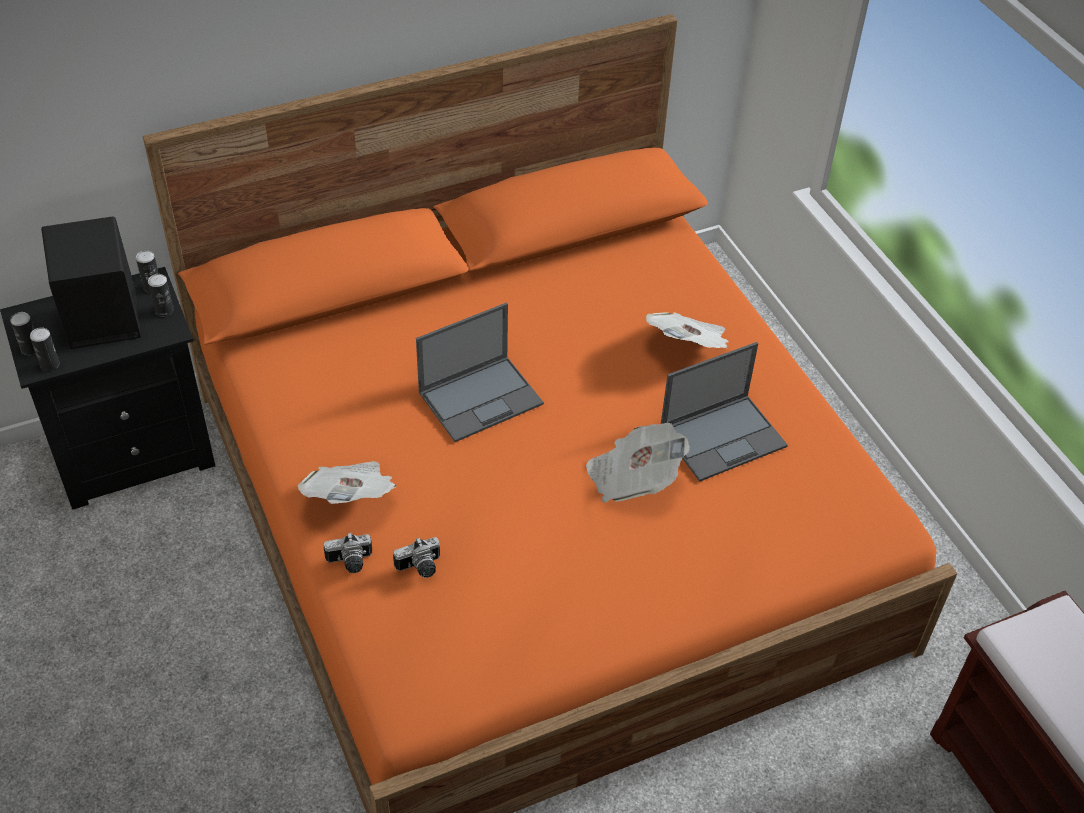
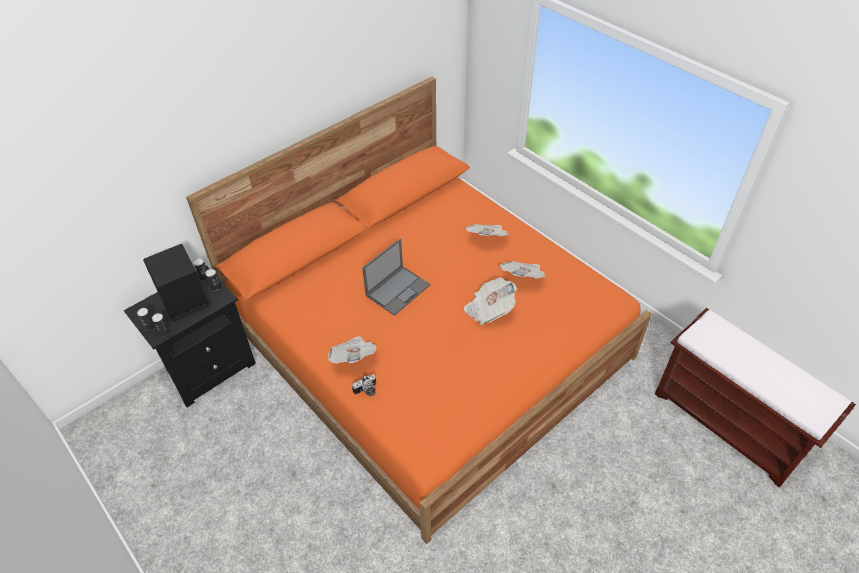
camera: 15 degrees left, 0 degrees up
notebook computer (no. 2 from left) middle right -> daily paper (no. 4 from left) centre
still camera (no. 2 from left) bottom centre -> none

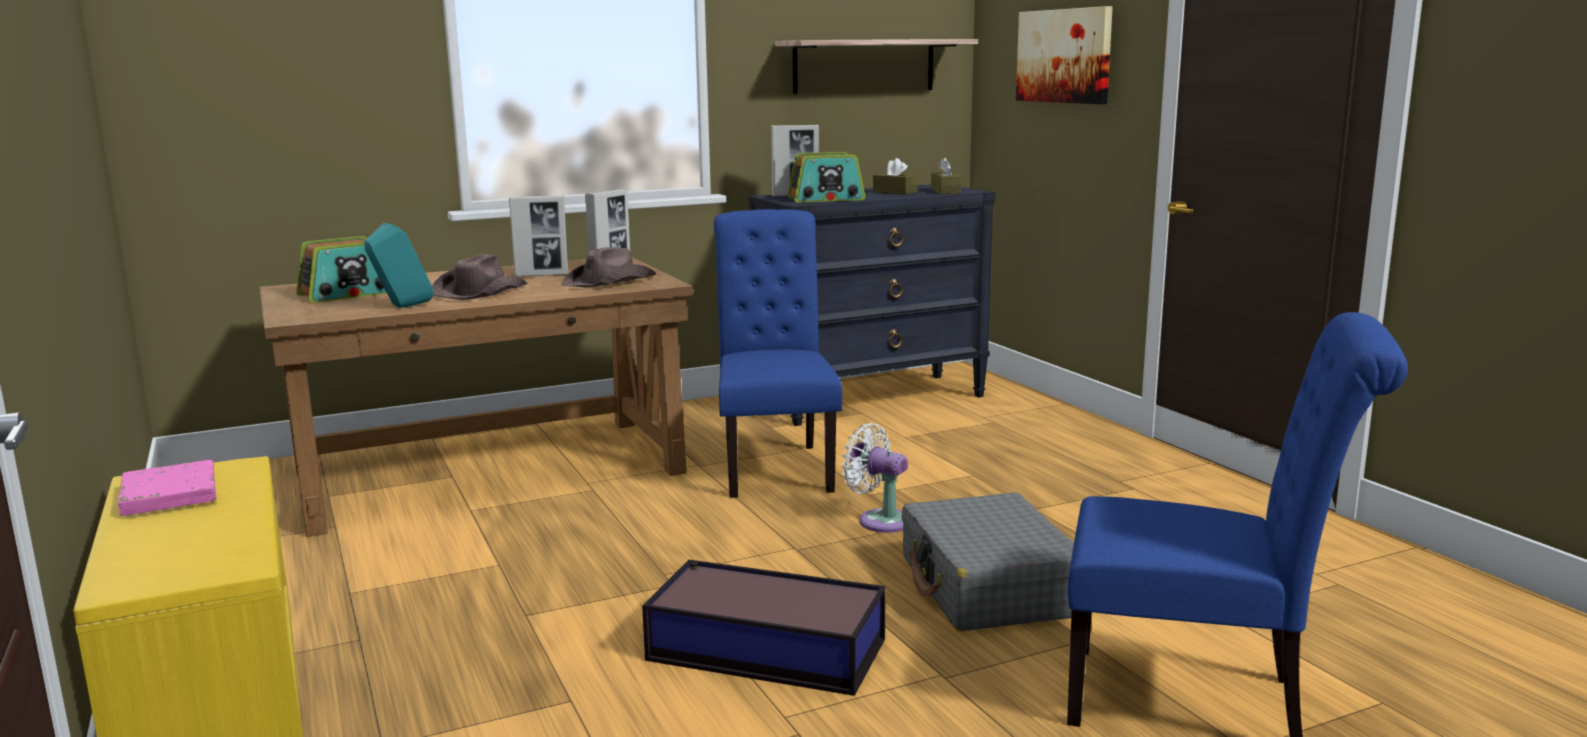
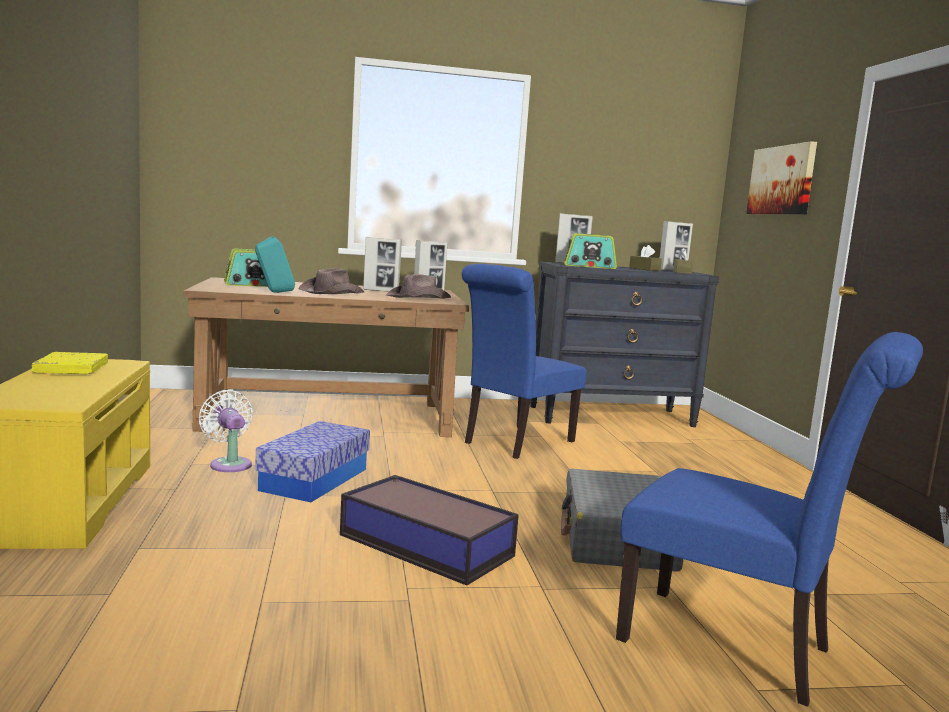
camera: 15 degrees right, 5 degrees down
pink book middle left -> yellow book middle left
white-coloured electric fan centre -> white-coloured electric fan middle left, relocated
none -> storage bin (no. 1 from left) middle left
bluish chair (no. 1 from left) centre, 150 degrees counterclockwise
none -> picture frame (no. 4 from left) middle right
wall shelf top centre -> none

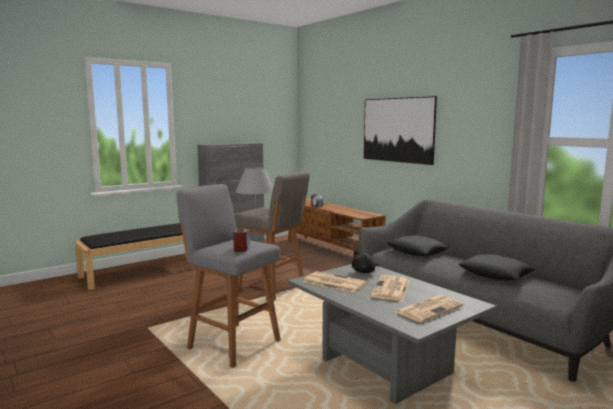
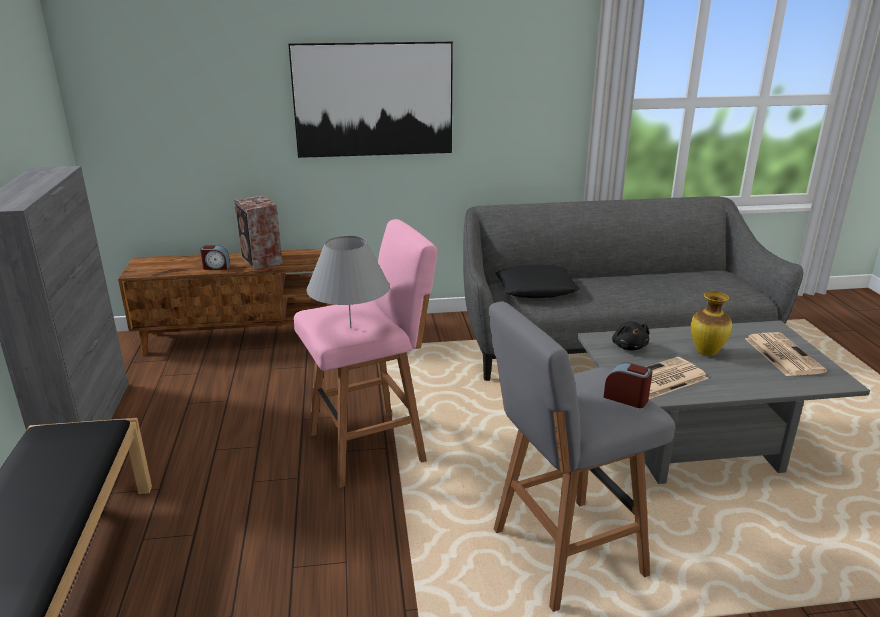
camera: 60 degrees left, 15 degrees up
none -> speaker middle left
gray sitting stool (no. 2 from left) centre -> pink sitting stool centre
daily paper (no. 2 from left) bottom centre -> flower vase middle right
blackish cushion (no. 2 from left) middle right -> none

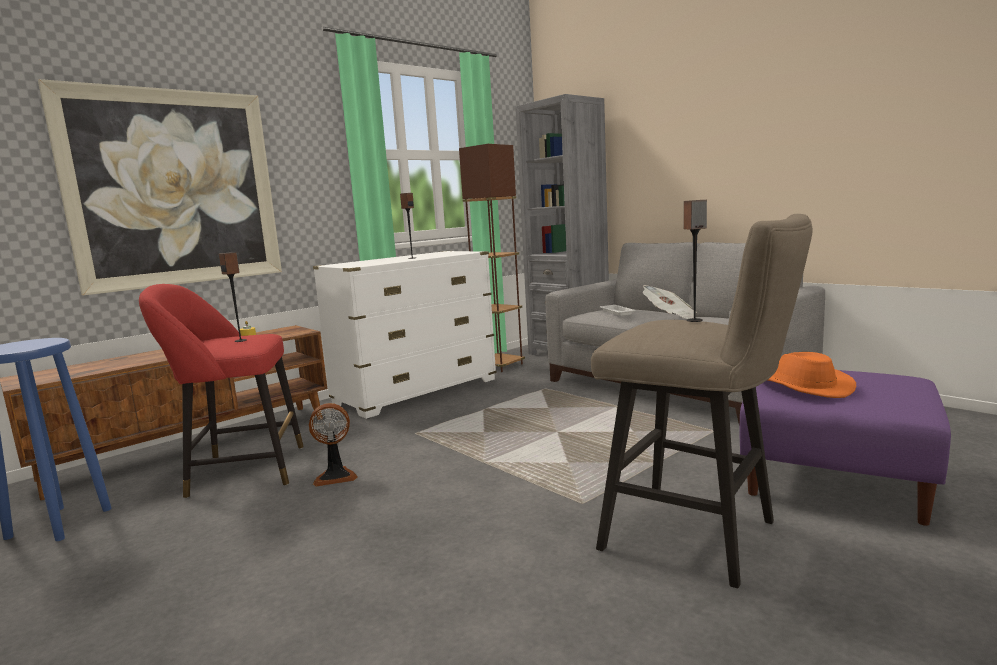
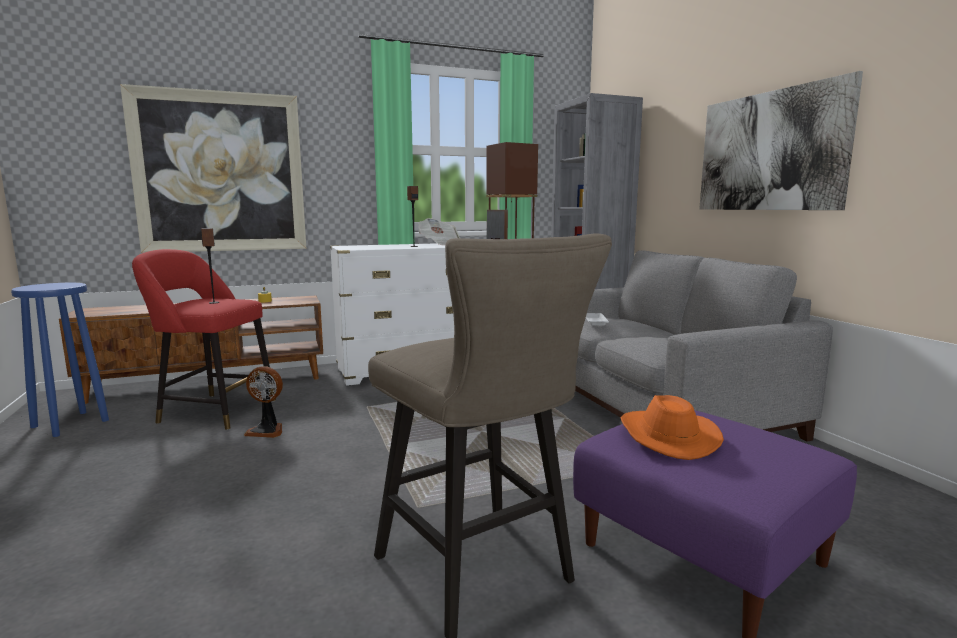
camera: 20 degrees right, 0 degrees up
daily paper middle right -> daily paper centre, relocated
none -> wall picture (no. 2 from left) top right

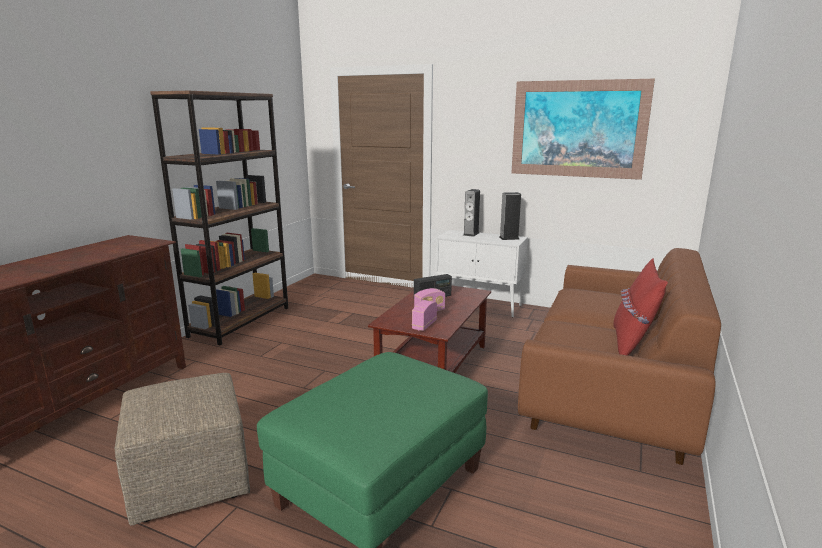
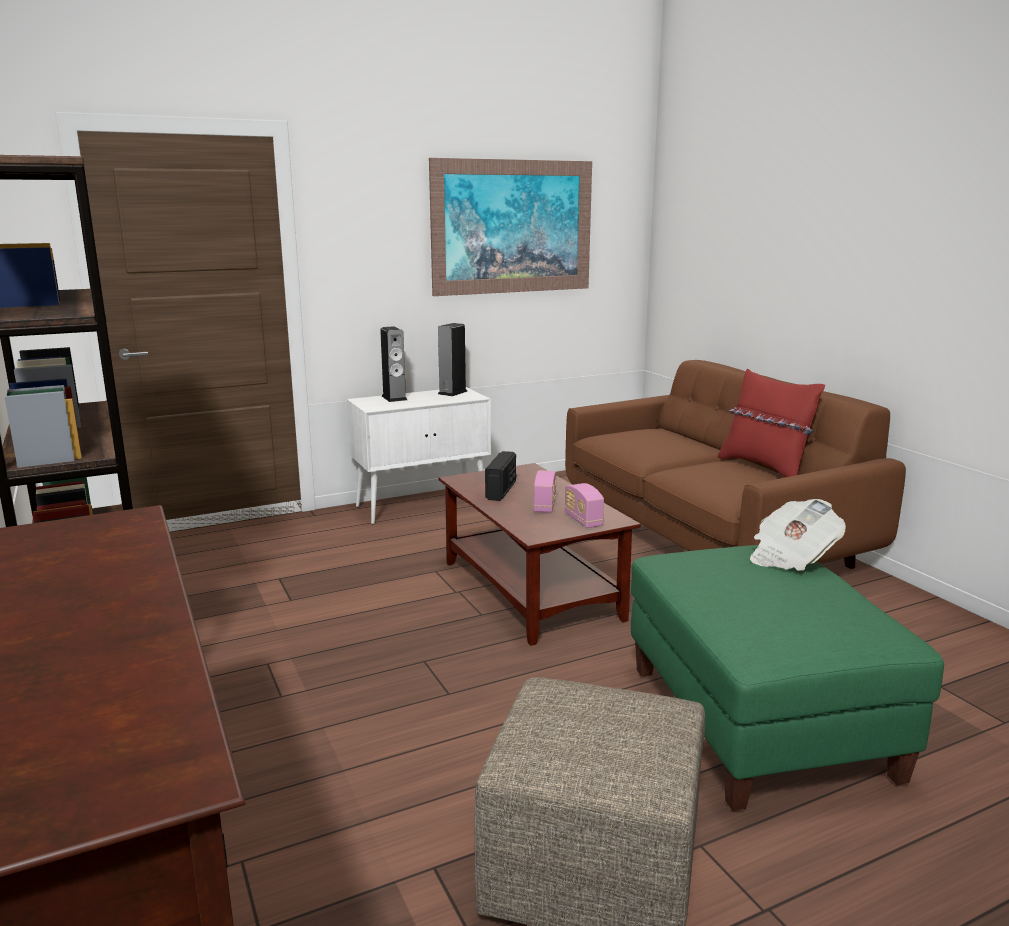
camera: 50 degrees left, 0 degrees up
none -> daily paper middle right

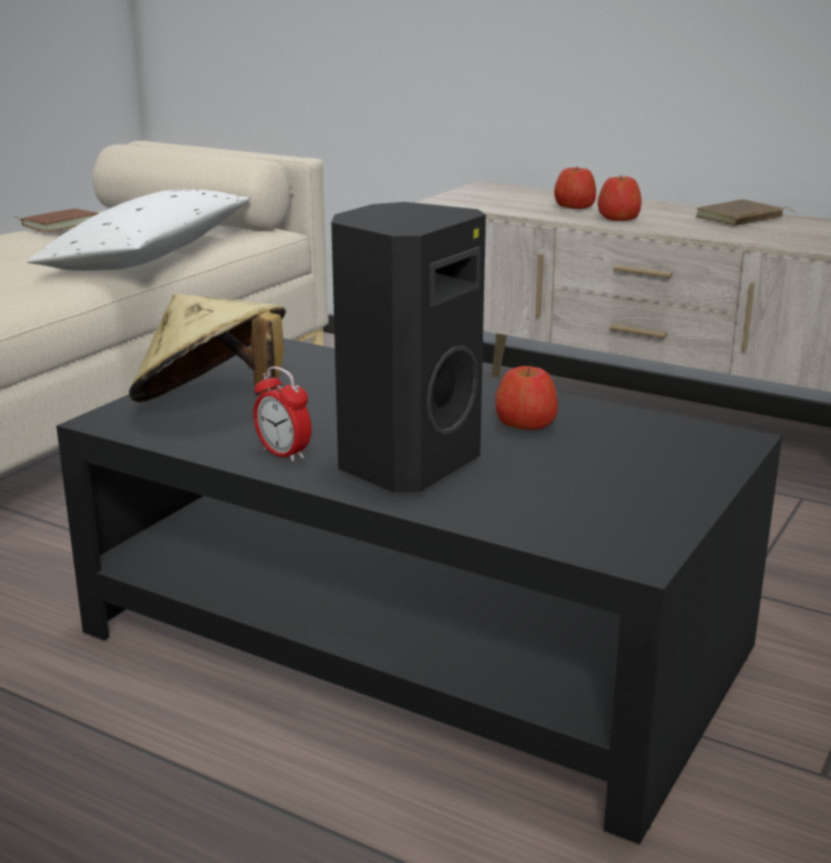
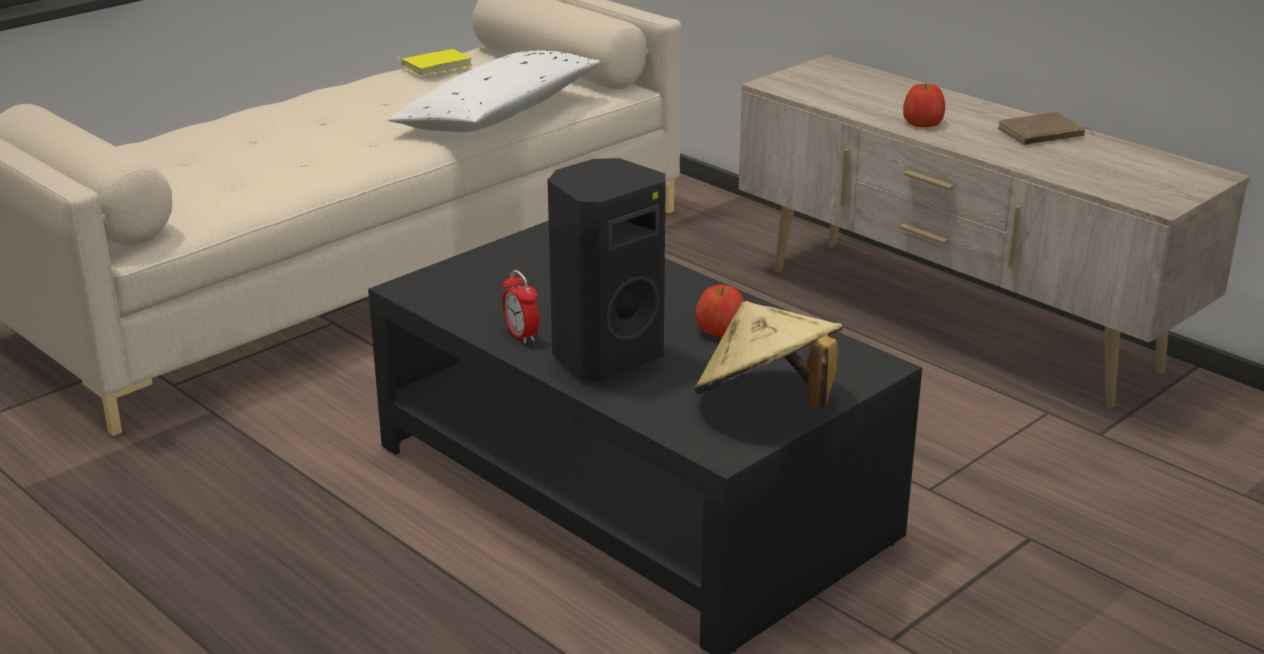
camera: 15 degrees right, 5 degrees up
brownish book (no. 1 from left) top left -> yellow book top centre
beige clothing hat middle left -> beige clothing hat centre, relocated
apple fruit (no. 2 from left) top right -> none

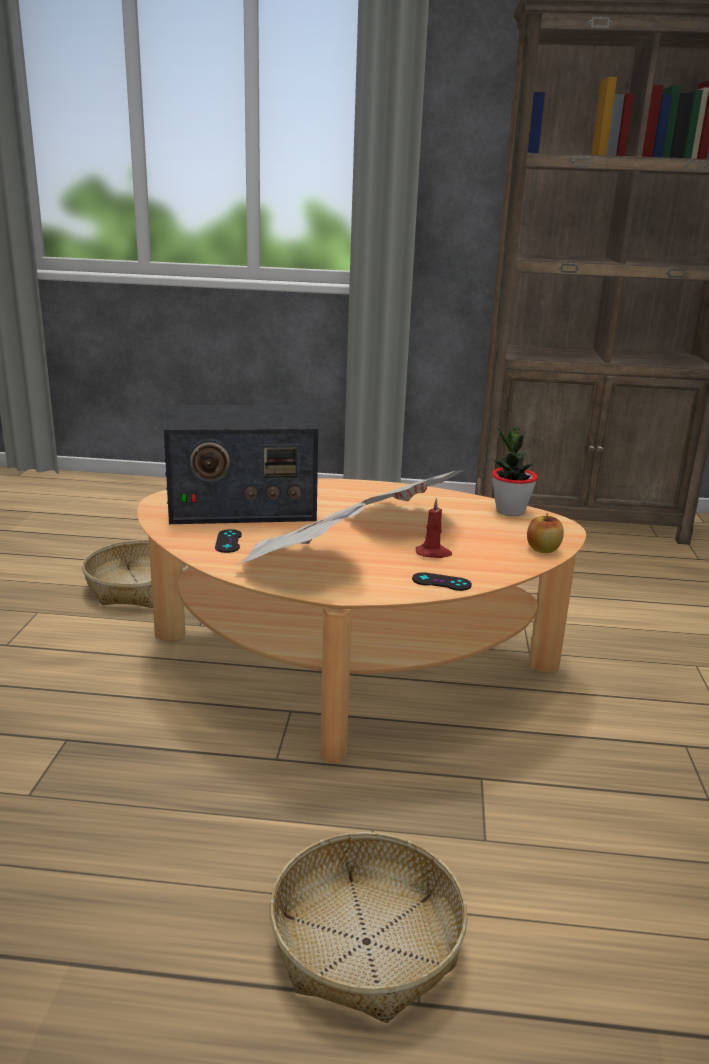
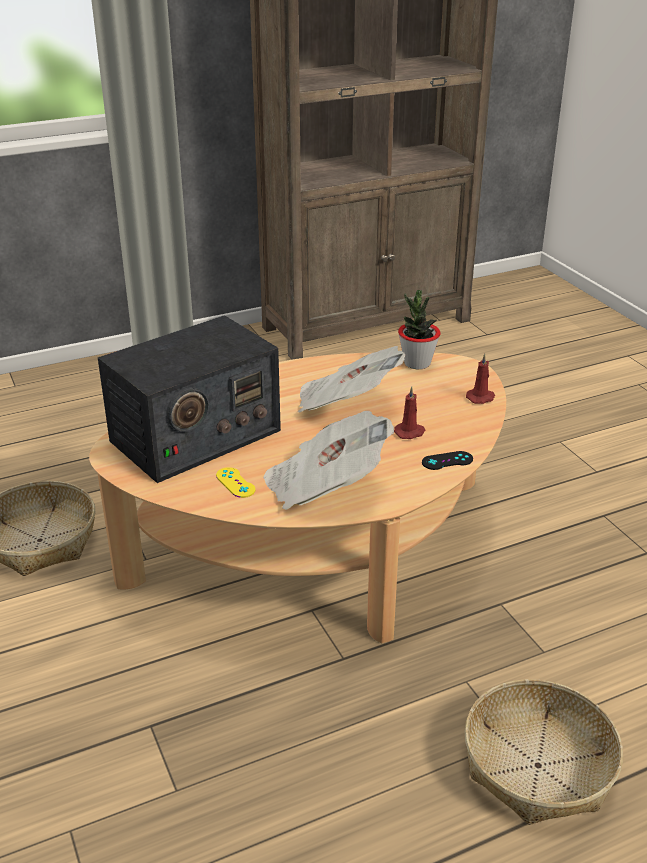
camera: 30 degrees left, 10 degrees up
blackish joypad (no. 1 from left) middle left -> yellow joypad centre
apple fruit middle right -> red wax candle (no. 2 from left) middle right

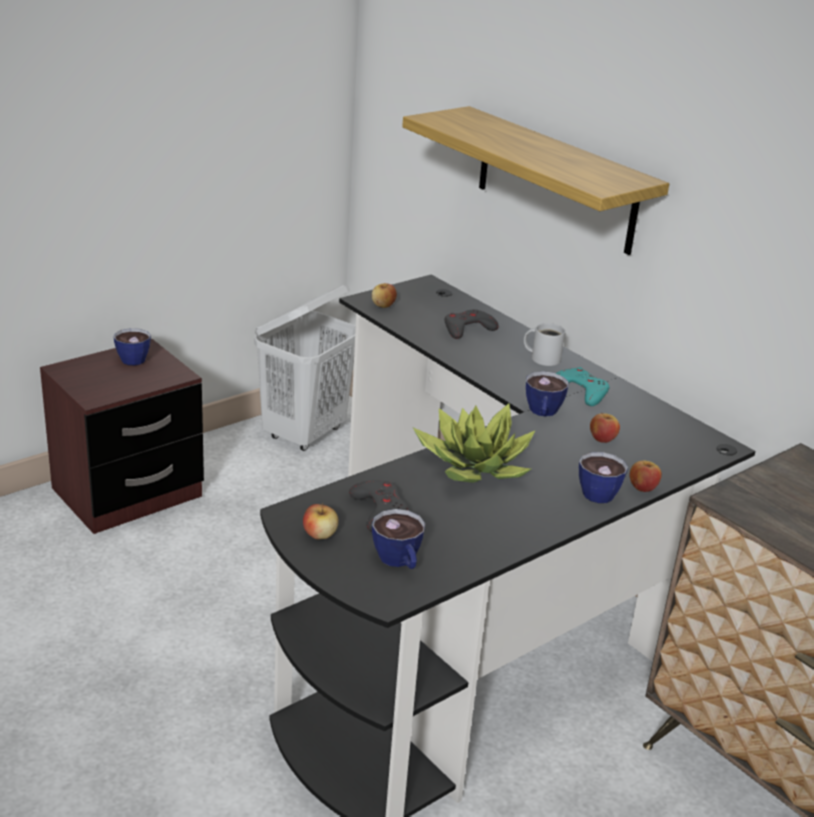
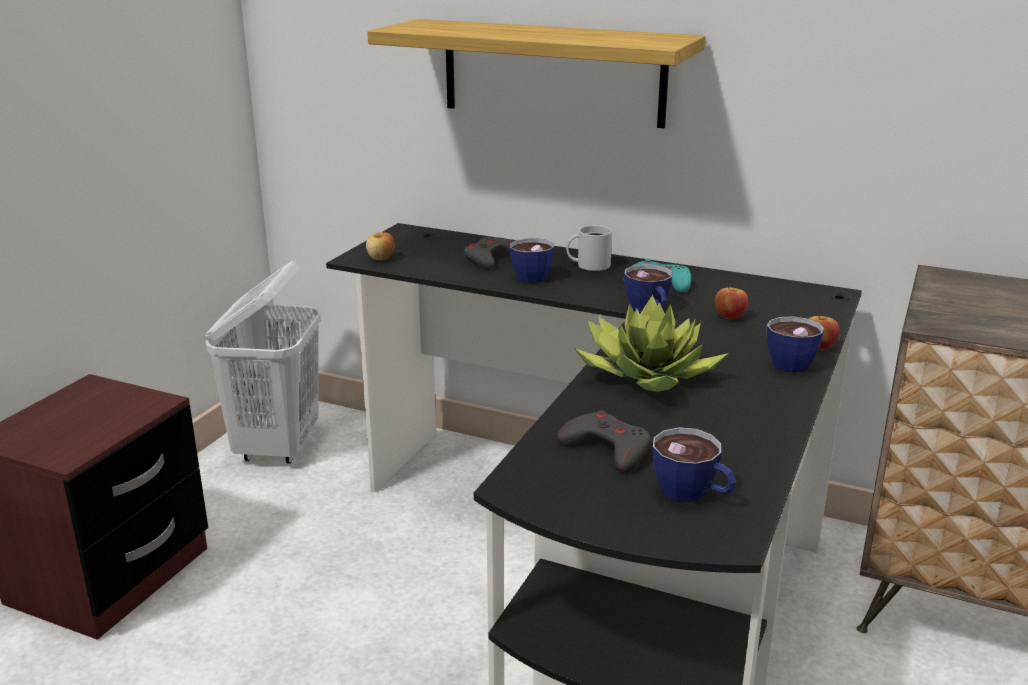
camera: 25 degrees left, 5 degrees down
cup (no. 1 from left) middle left -> cup (no. 1 from left) centre, relocated
apple fruit (no. 1 from left) centre -> none

